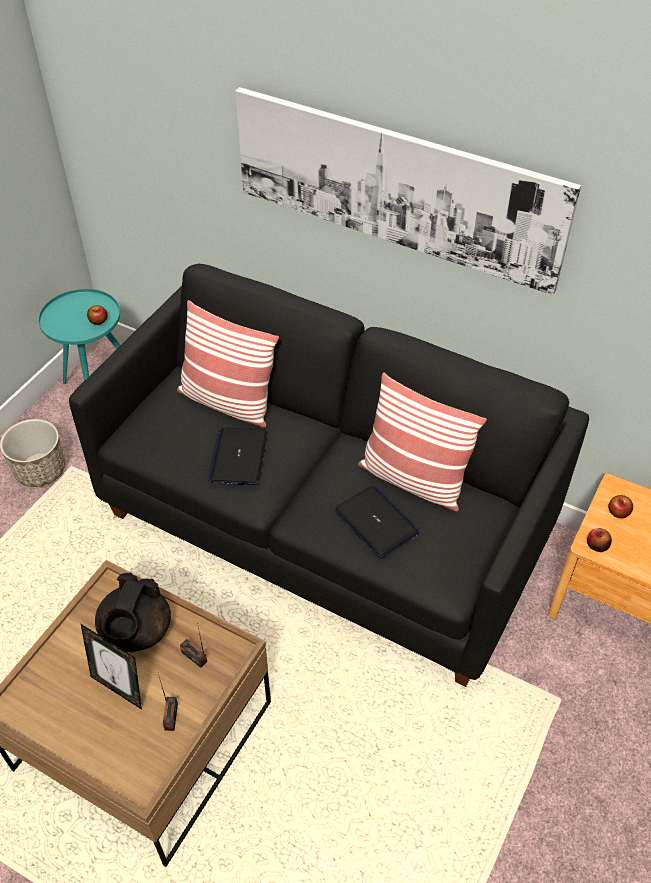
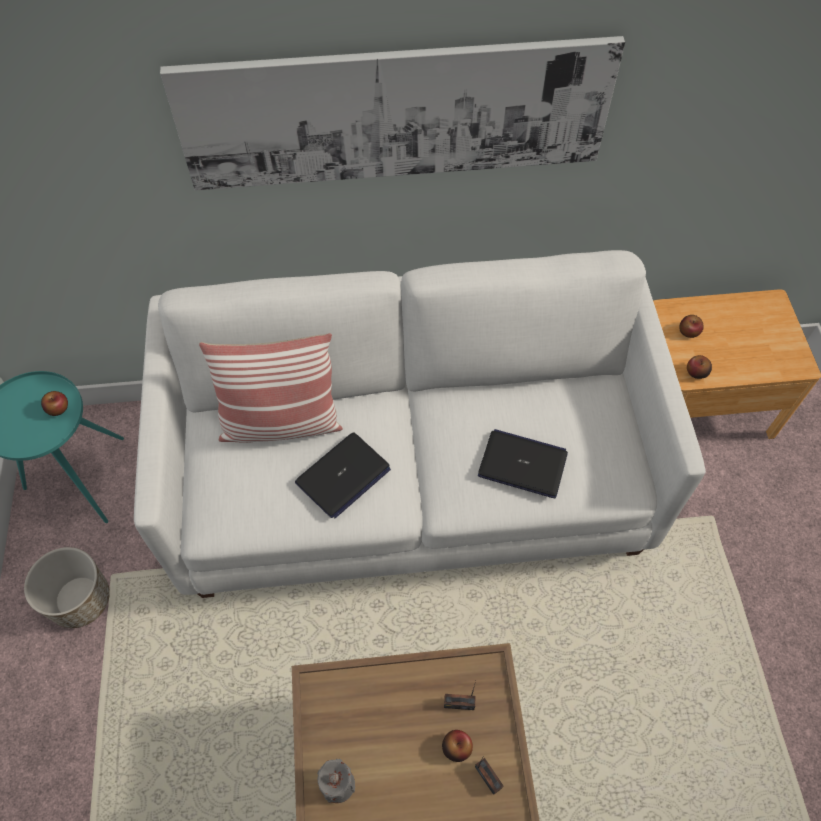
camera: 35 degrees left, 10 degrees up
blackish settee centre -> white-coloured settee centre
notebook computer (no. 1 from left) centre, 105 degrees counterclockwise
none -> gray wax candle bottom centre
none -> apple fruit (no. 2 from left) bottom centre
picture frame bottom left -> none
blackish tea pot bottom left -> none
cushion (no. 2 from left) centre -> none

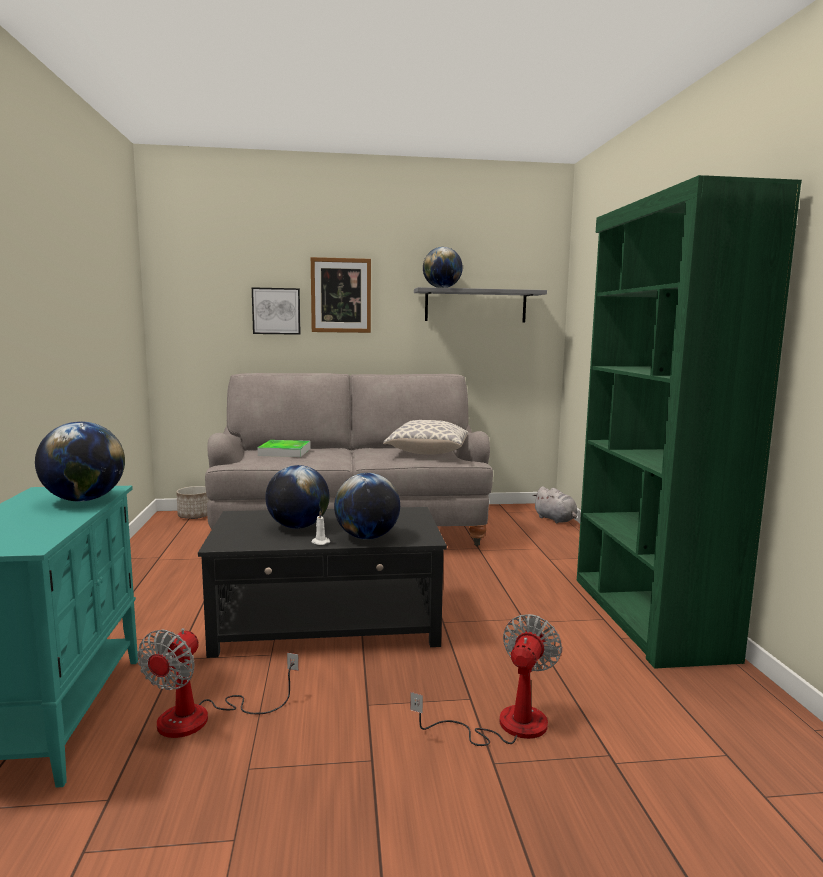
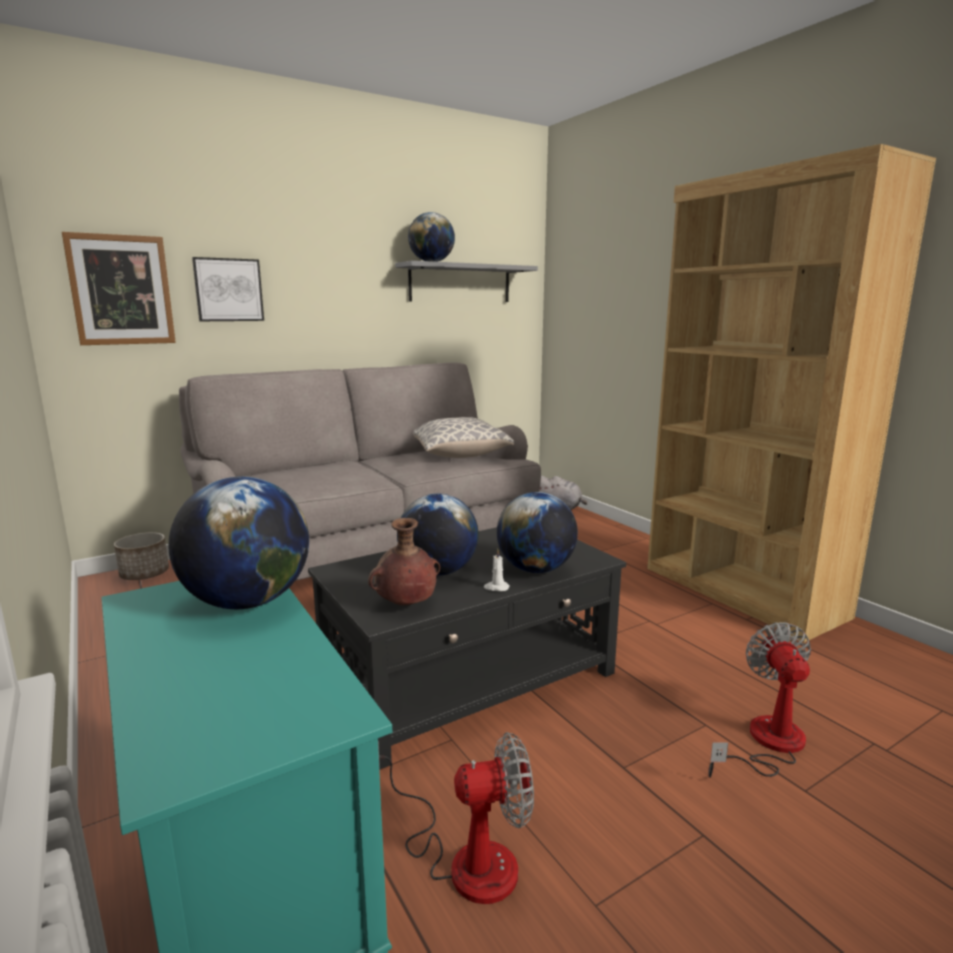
camera: 25 degrees left, 5 degrees up
wall picture (no. 2 from left in the first image) centre -> wall picture (no. 1 from left) top left, relocated
none -> brownish flower vase centre
electric fan (no. 1 from left) bottom left -> electric fan (no. 1 from left) bottom centre, 90 degrees counterclockwise
green bookcase middle right -> brownish bookcase middle right
serving tray centre -> none

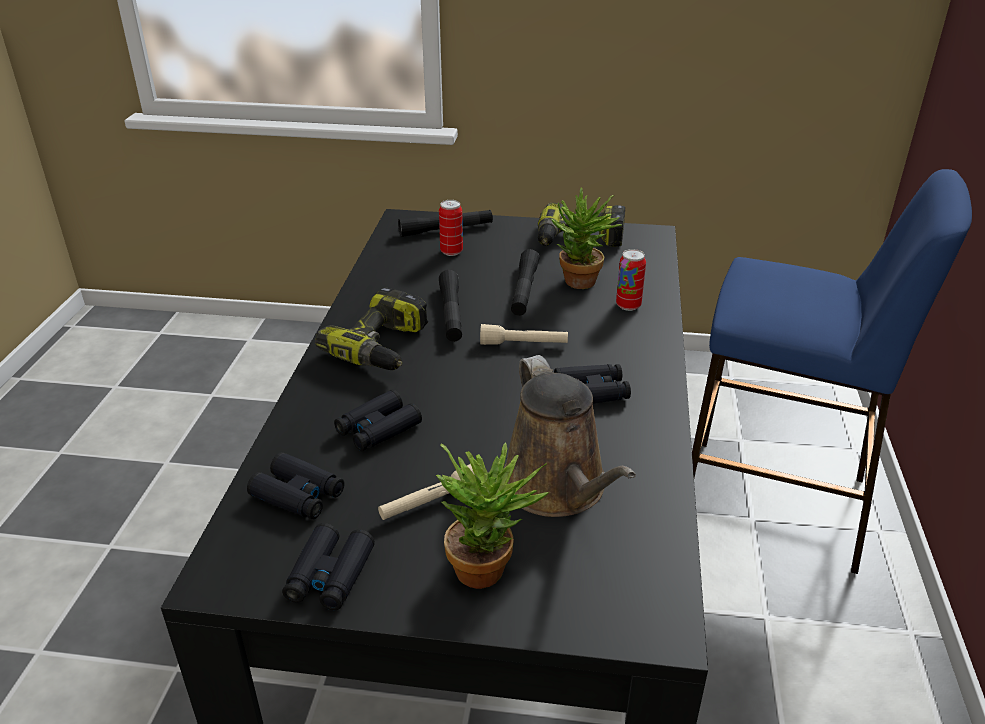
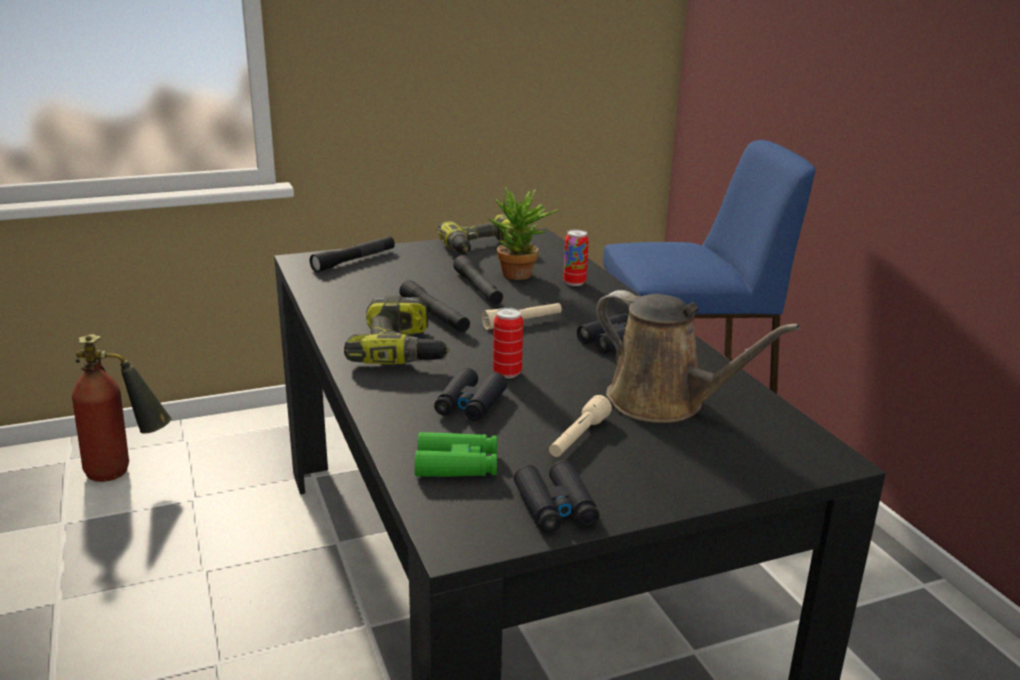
camera: 30 degrees left, 10 degrees down
none -> extinguisher middle left
blackish binoculars (no. 1 from left) bottom left -> green binoculars bottom centre
sealed can (no. 1 from left) top centre -> sealed can (no. 1 from left) centre, relocated
houseplant (no. 1 from left) bottom centre -> none

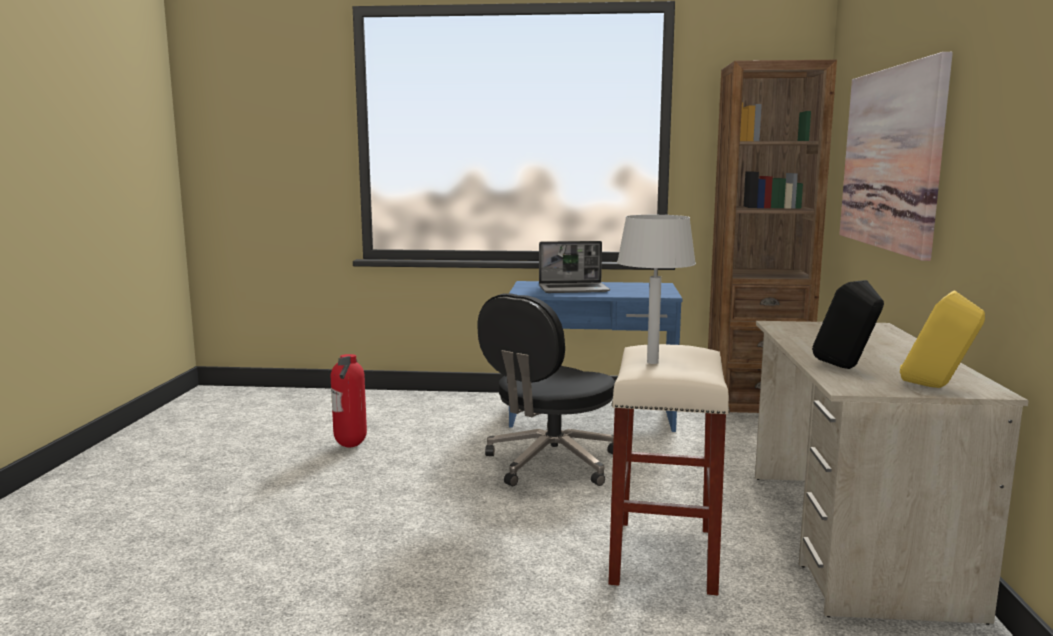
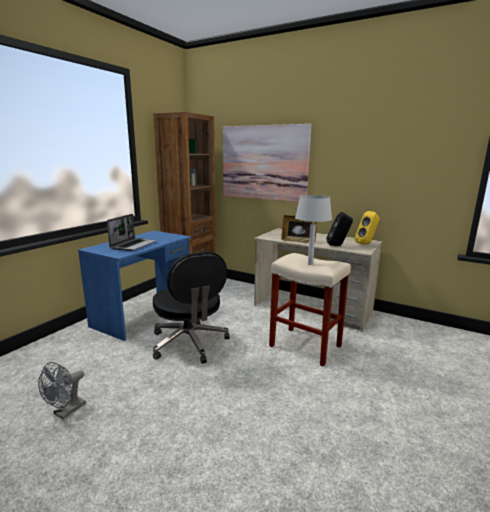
camera: 65 degrees left, 5 degrees up
extinguisher middle left -> gray electric fan bottom left
none -> picture frame centre

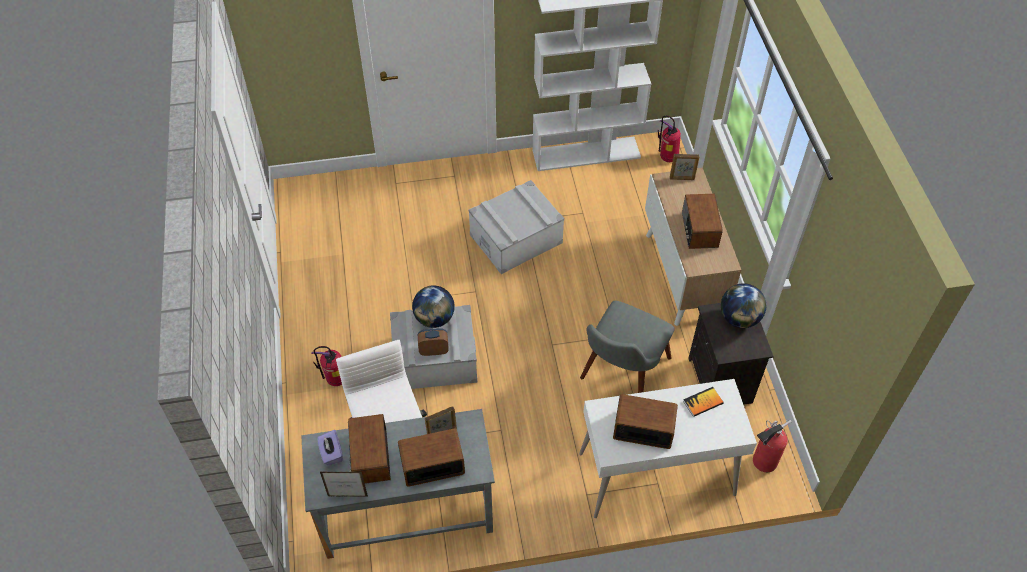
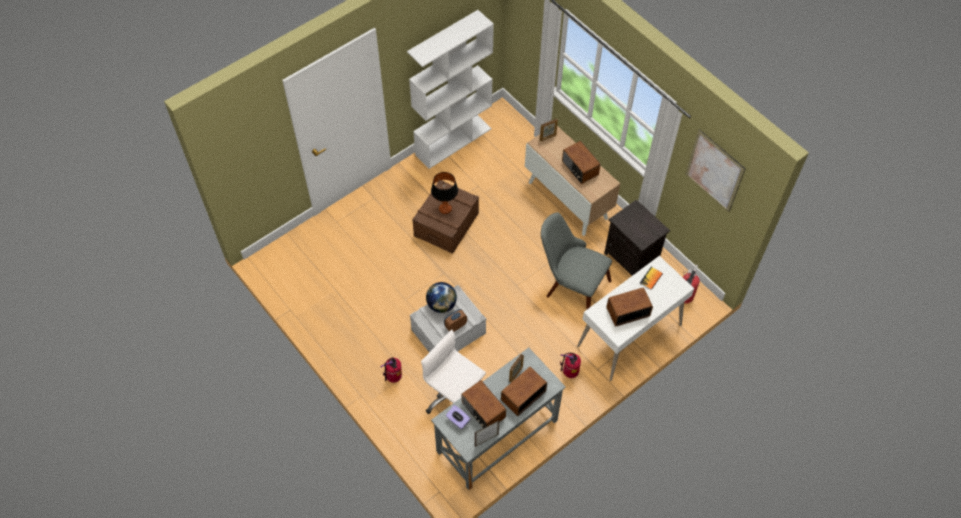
camera: 30 degrees left, 5 degrees up
gray storage bin (no. 2 from left) centre -> brownish storage bin centre
none -> tabletop lamp centre
gray chair centre, 120 degrees clockwise
extinguisher (no. 2 from left) top centre -> extinguisher (no. 2 from left) bottom centre, relocated
none -> wall picture top right
globe (no. 2 from left) middle right -> none

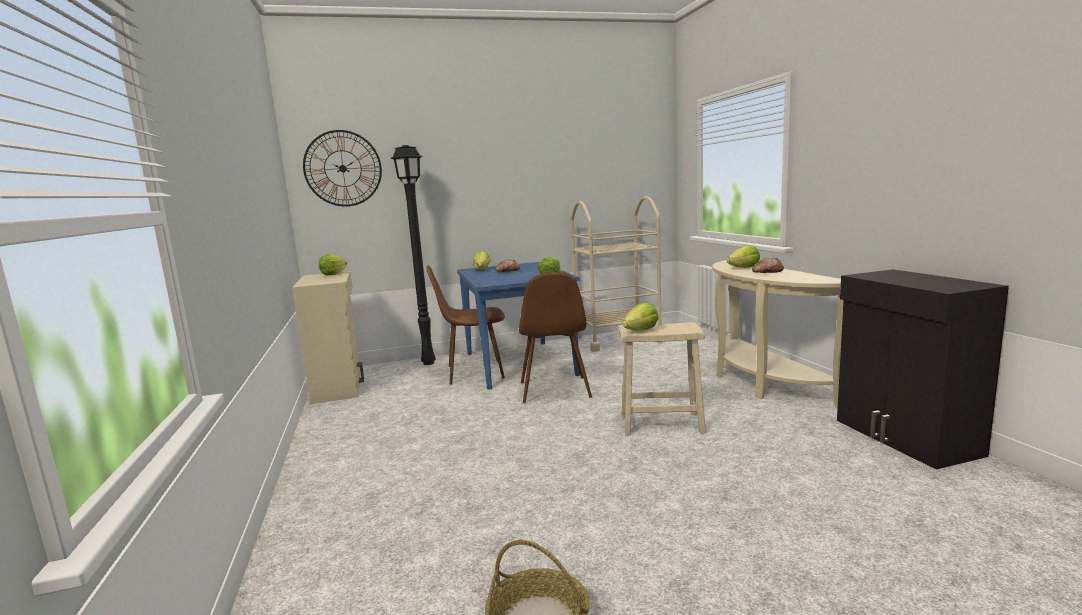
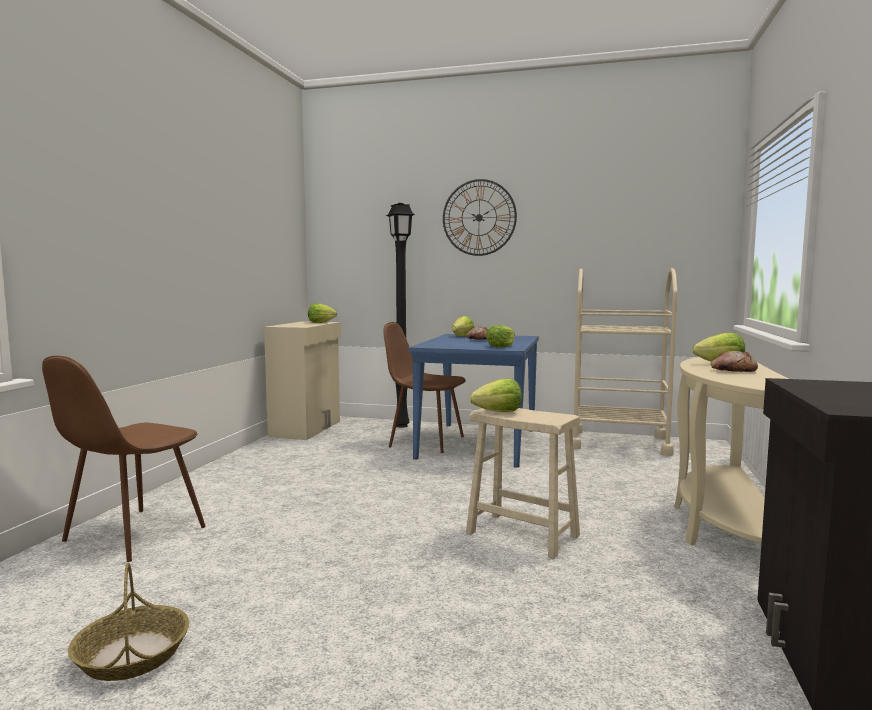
camera: 30 degrees right, 5 degrees down
brownish chair (no. 2 from left in the first image) centre -> brownish chair (no. 1 from left) middle left, relocated
clock on the wall top left -> clock on the wall top centre, relocated

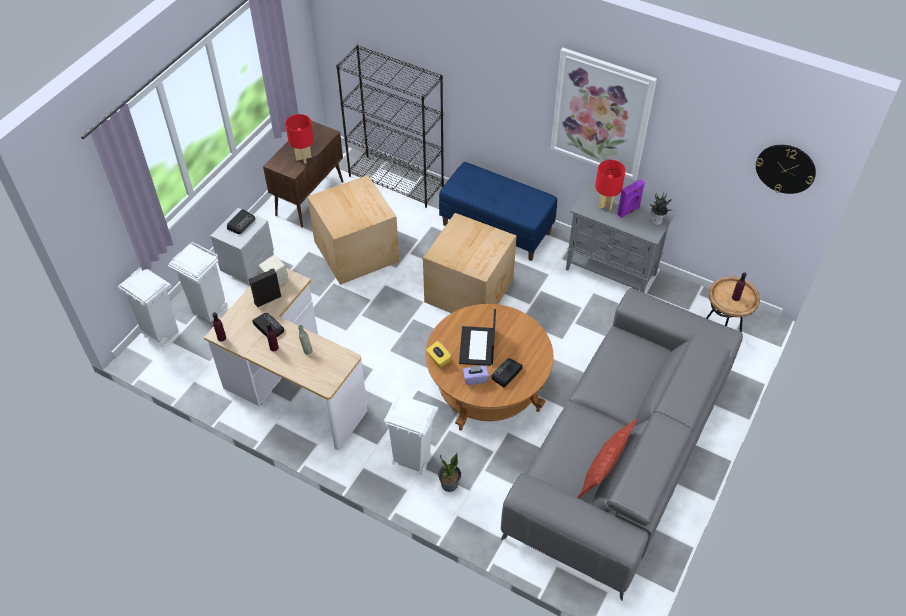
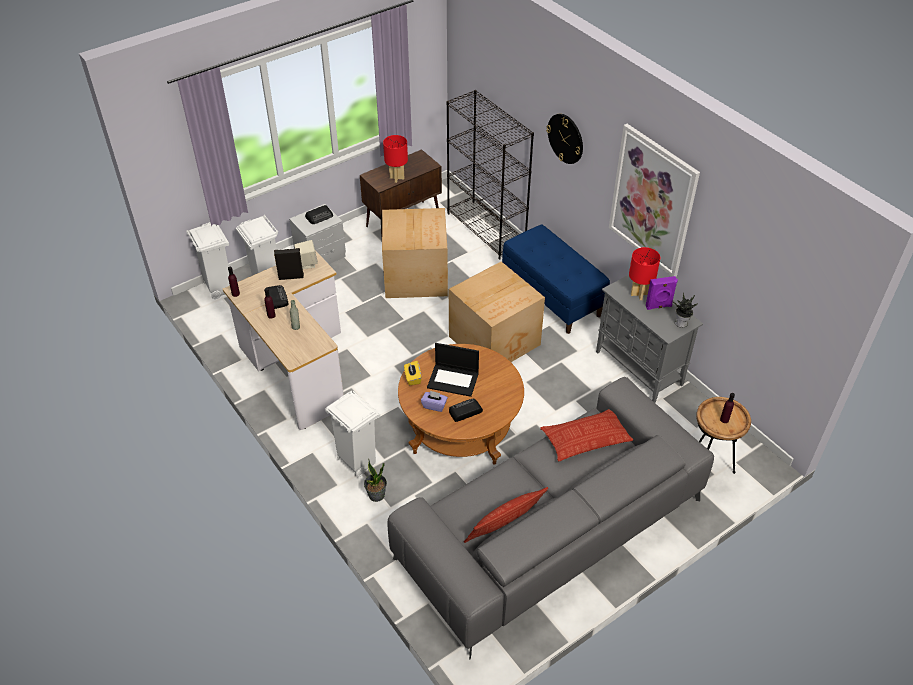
camera: 25 degrees right, 5 degrees down
notebook computer centre, 105 degrees counterclockwise
none -> cushion (no. 2 from left) centre
clock on the wall top right -> clock on the wall top centre, relocated

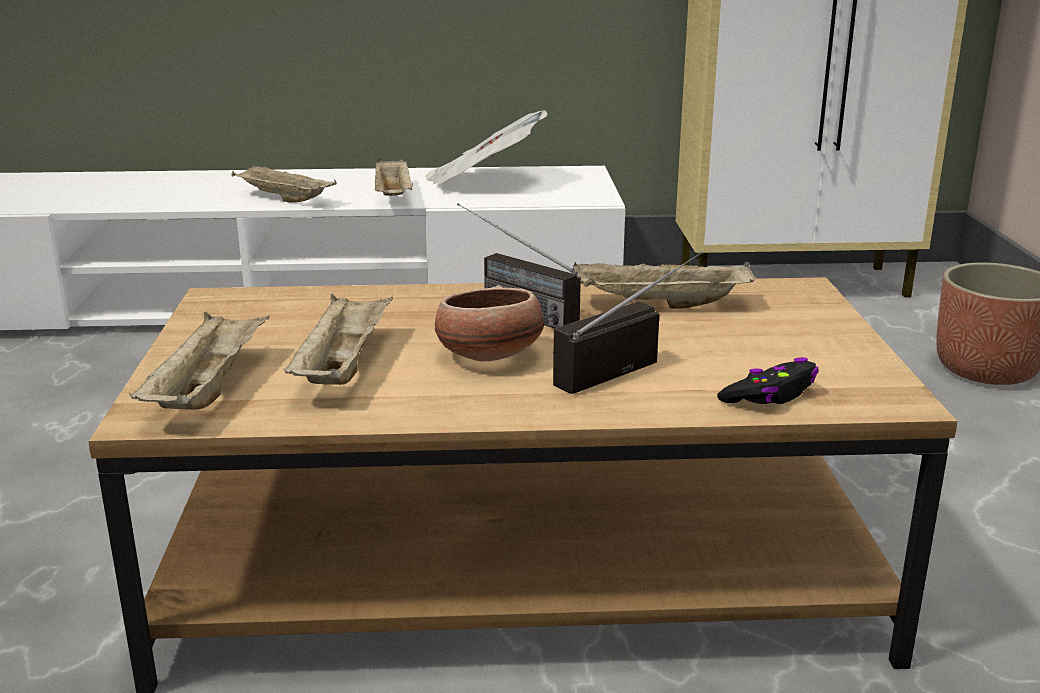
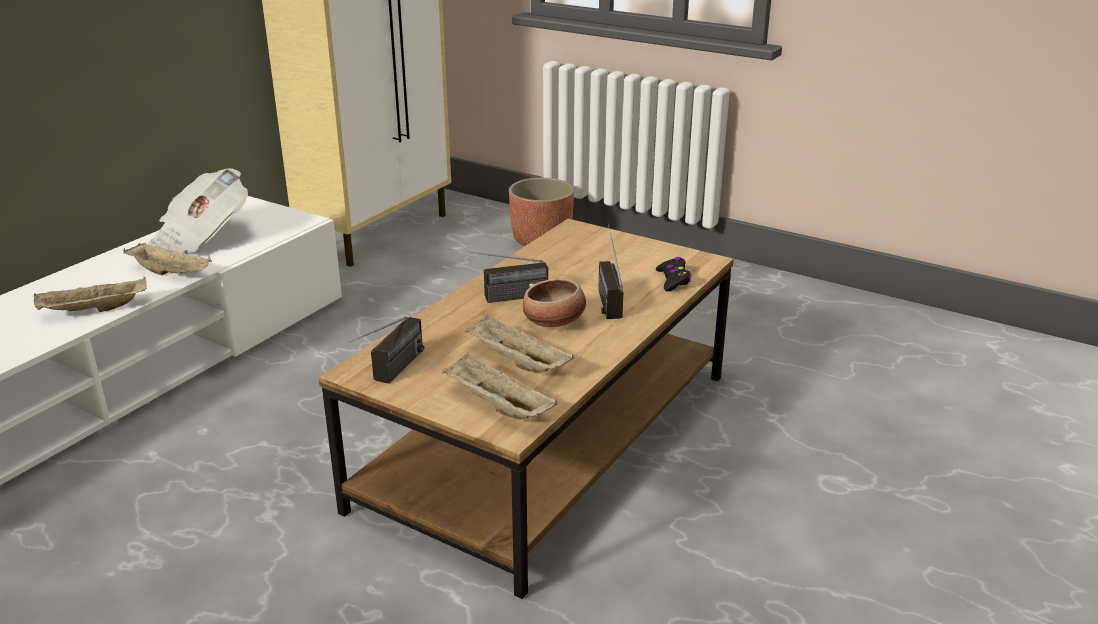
camera: 55 degrees left, 5 degrees up
none -> radio set (no. 1 from left) centre
beige serving tray (no. 5 from left) centre -> none

